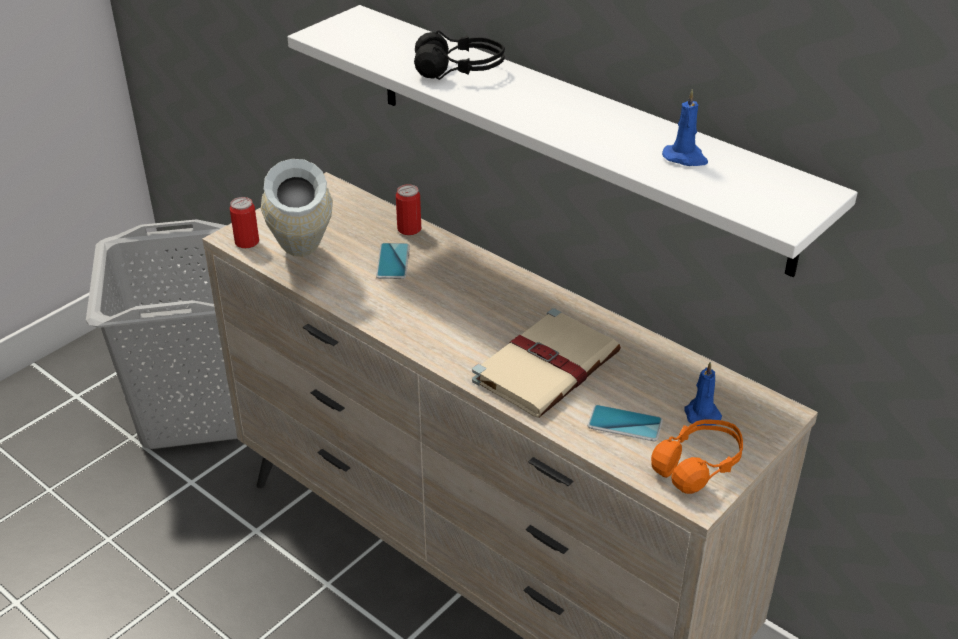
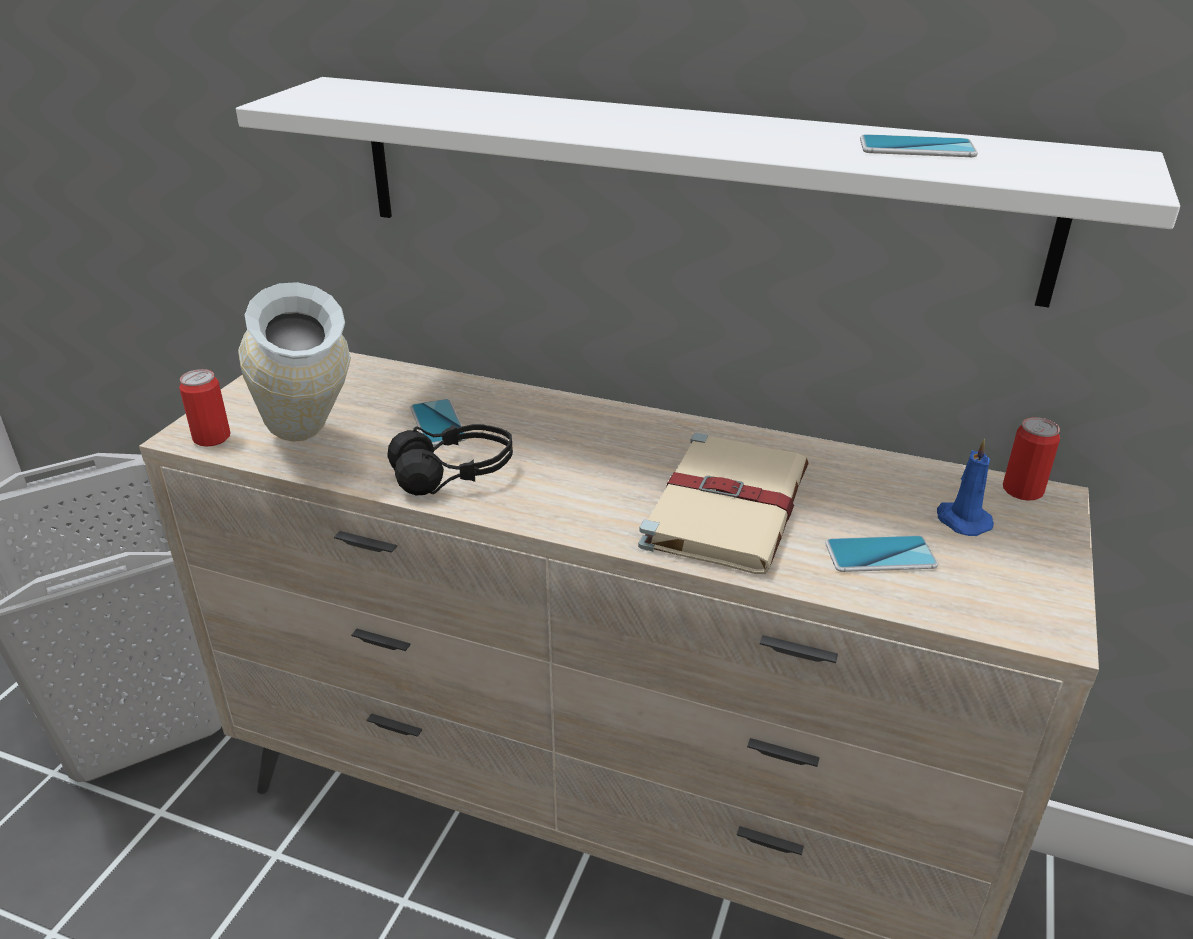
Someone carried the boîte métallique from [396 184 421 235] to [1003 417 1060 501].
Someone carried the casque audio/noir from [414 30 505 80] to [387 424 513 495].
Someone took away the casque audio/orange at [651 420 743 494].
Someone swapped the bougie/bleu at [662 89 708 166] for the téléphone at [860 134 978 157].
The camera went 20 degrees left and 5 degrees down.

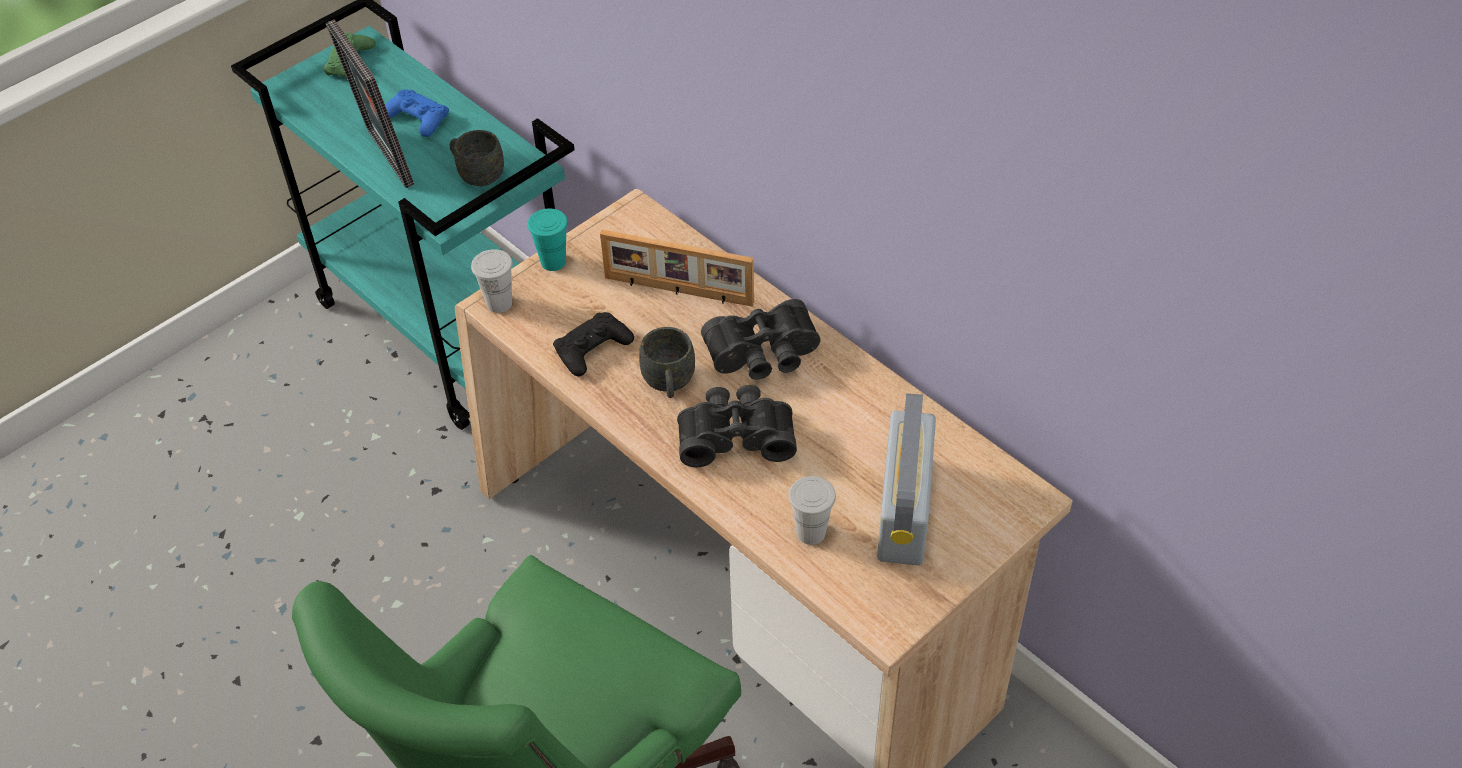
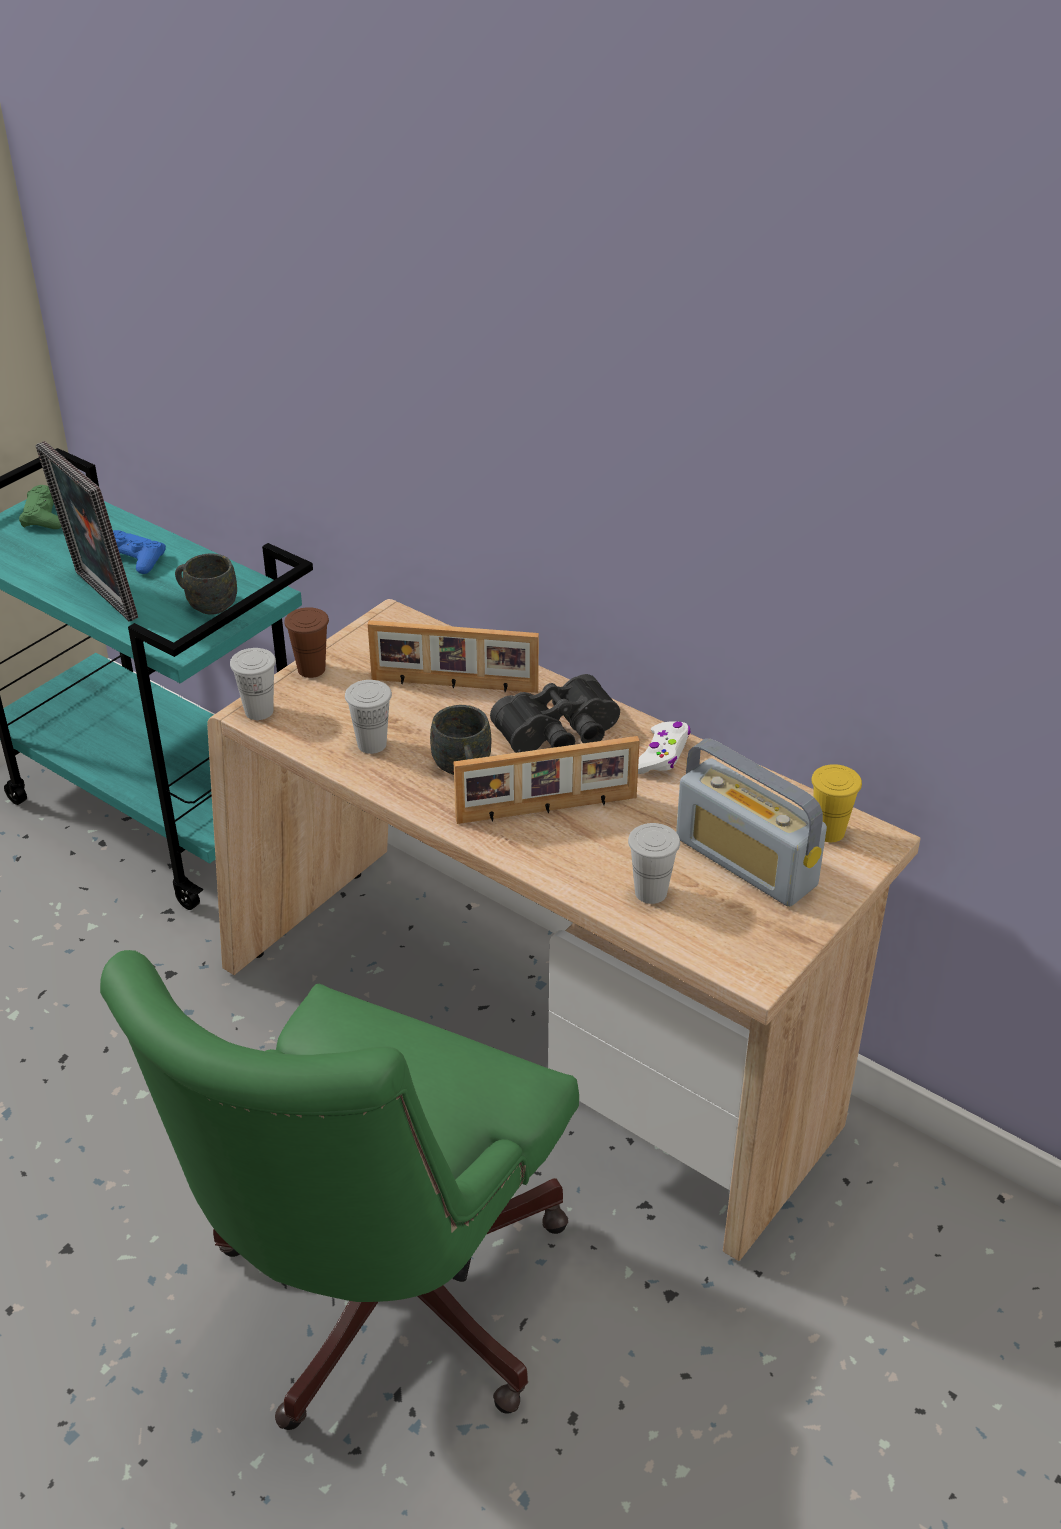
Someone repainted the tasse/turquoise at [527 208 568 271], which became the tasse/marron at [284 607 329 678].
Someone swapped the manette/noir at [553 312 634 377] for the tasse/blanc at [345 680 392 754].
Someone swapped the jumelles/noir at [677 385 797 467] for the cadre photo at [454 736 640 824].
Someone rotated the radio at [877 393 936 565] by 45 degrees counterclockwise.
Someone put down the manette/blanc at [638 721 690 774].
Someone put down the tasse/jaune at [811 764 862 842].
The camera went 10 degrees left and 10 degrees down.

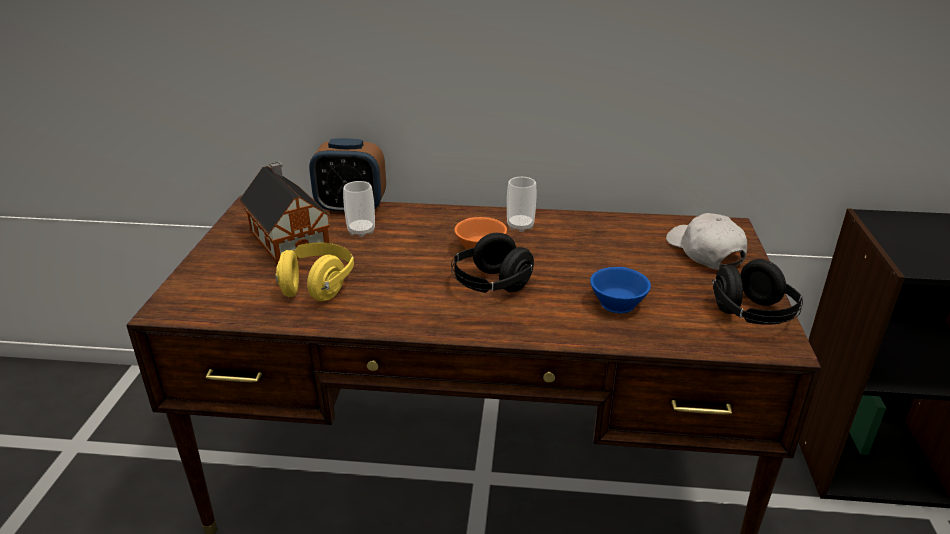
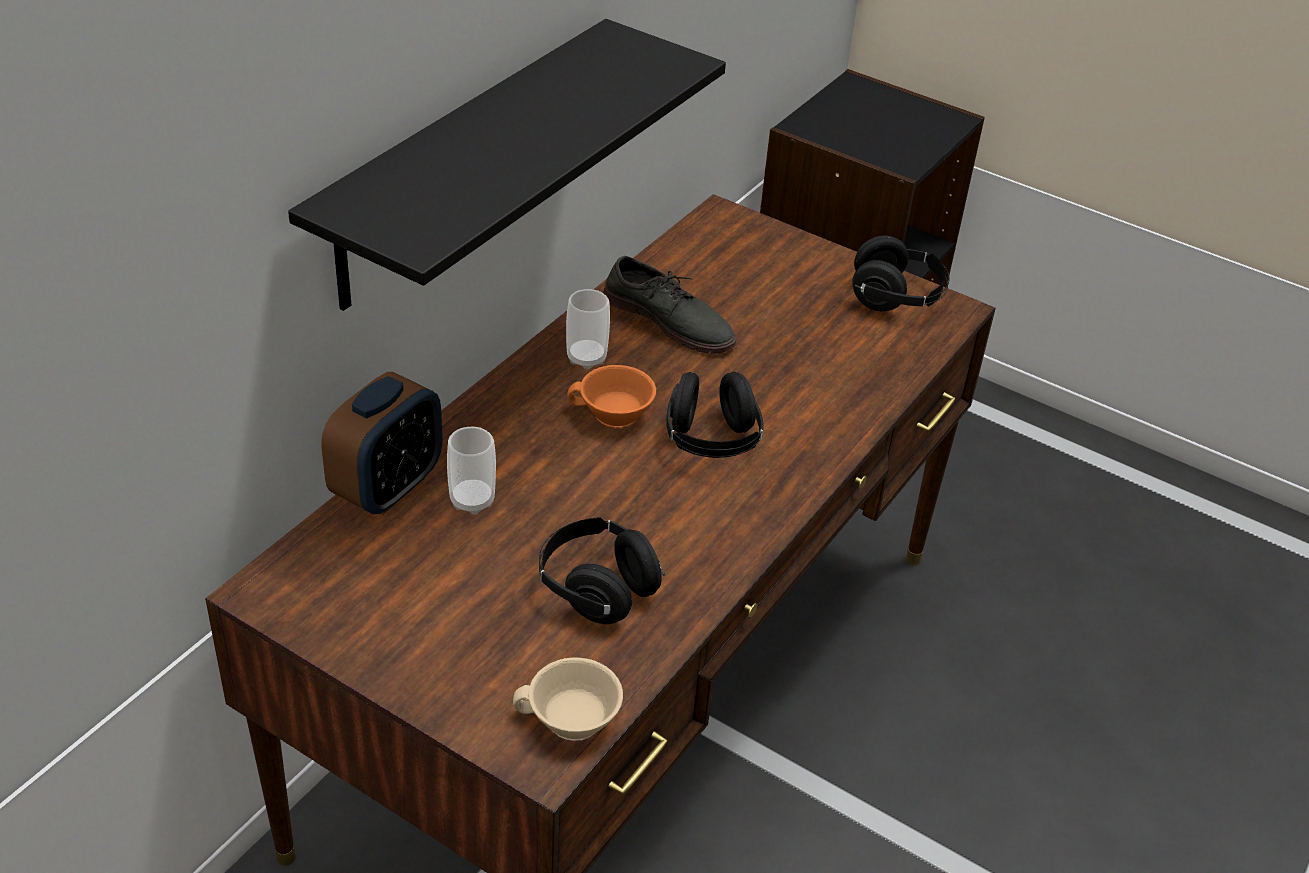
Someone took away the maison miniature at [239 161 332 265].
Someone repainted the casque audio/jaune at [275 243 354 301], which became the casque audio/noir at [539 517 665 624].
Someone took away the tasse/bleu at [590 267 651 313].
Someone took away the casquette/blanc at [666 213 747 270].
Someone put up the étagère/noir at [288 19 726 311].
Someone put down the tasse/beige at [513 658 623 741].
Someone put down the chaussure/gris at [603 256 736 354].
The camera went 65 degrees left and 10 degrees up.

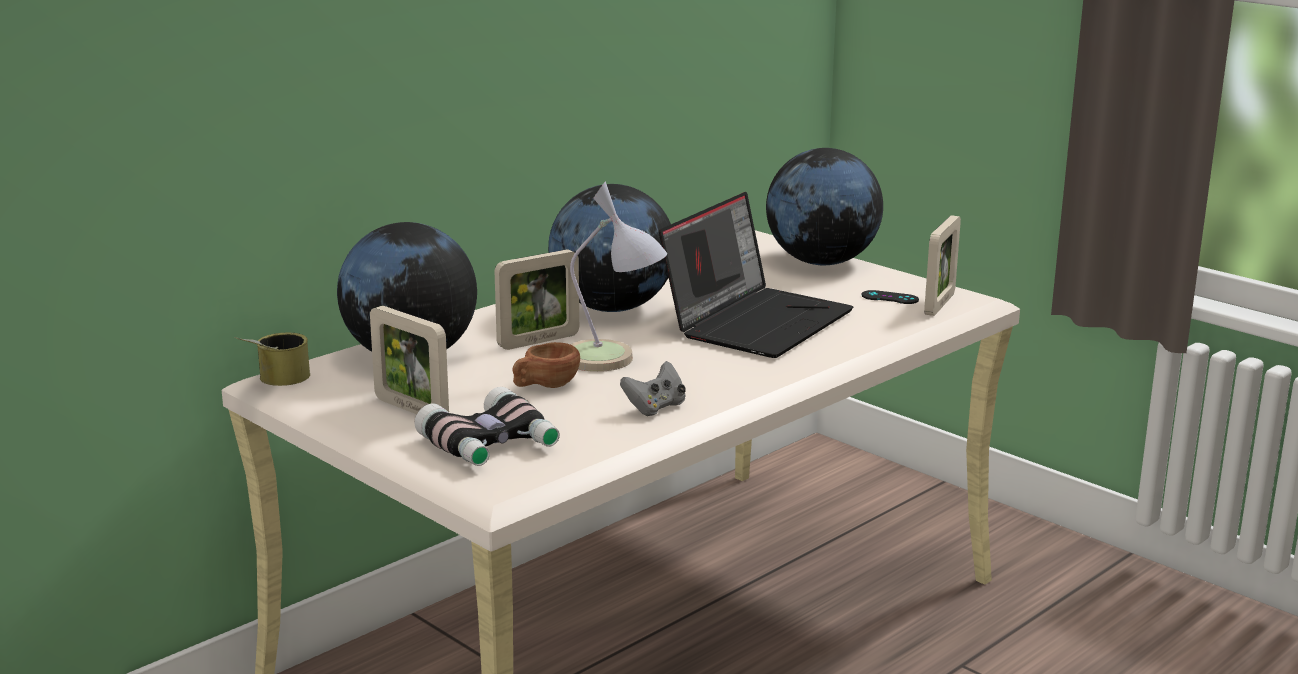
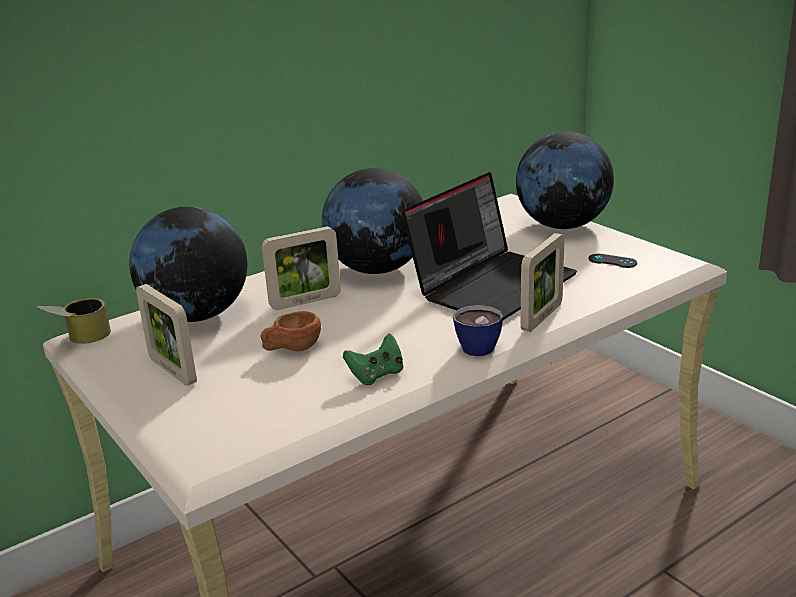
Someone took away the jumelles at [414 387 560 466].
Someone took away the lampe de table at [570 181 667 372].
Someone repainted the manette/gris at [620 361 686 416], which became the manette/vert at [343 333 403 385].
Someone carried the cadre photo from [924 215 961 316] to [521 233 565 332].
Someone put down the tasse at [453 305 503 356].
The camera went 10 degrees right and 5 degrees up.

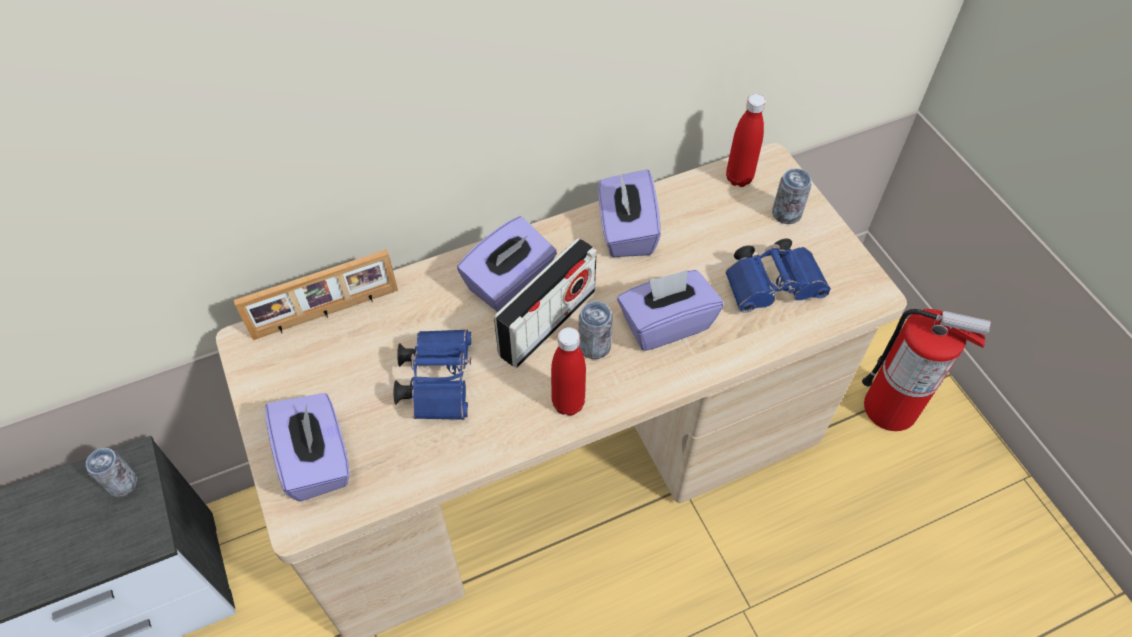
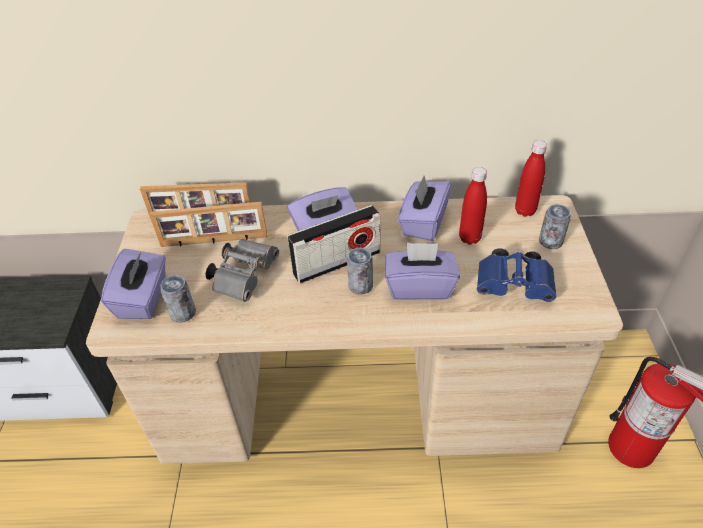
Someone carried the boîte métallique from [86 448 138 497] to [160 275 196 323].
Someone repainted the jumelles/bleu at [394 329 472 420], which became the jumelles/gris at [206 239 279 302].
Someone carried the bouteille/rouge from [551 327 586 416] to [459 167 487 245].
Someone put down the cadre photo at [149 202 267 247].
The camera went 25 degrees right and 10 degrees down.

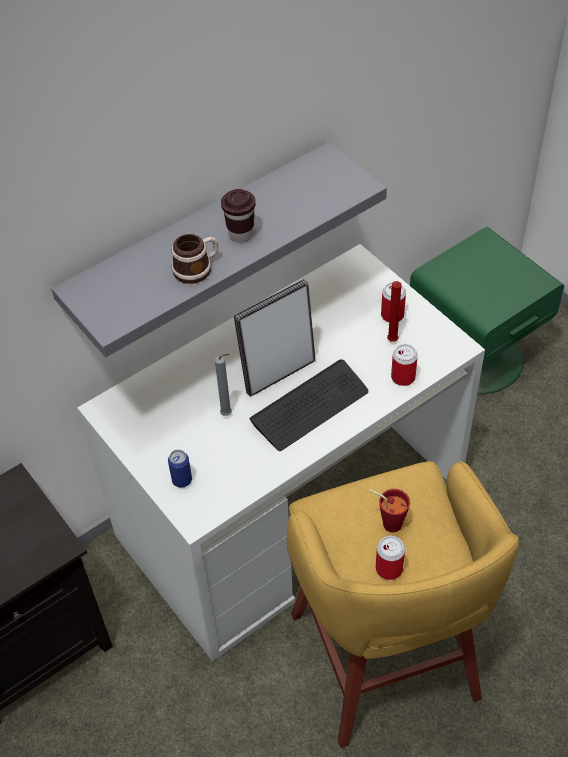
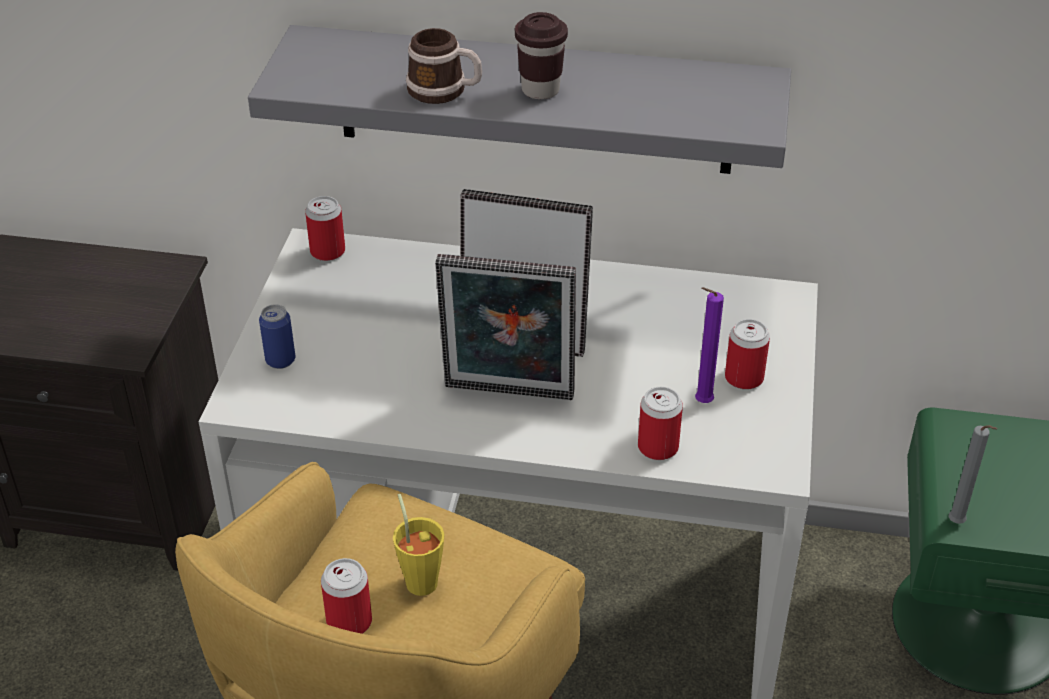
Someone carried the bougie/gris from [215 354 232 416] to [948 425 997 524].
Someone swapped the clavier at [249 359 369 451] for the cadre photo at [435 254 576 400].
Someone repainted the tasse/rouge at [369 489 410 533], which became the tasse/jaune at [393 494 445 596].
Someone repainted the bougie/rouge at [387 281 402 342], which became the bougie/violet at [695 287 724 403].
Someone put down the boîte métallique at [305 196 345 261].
The camera went 45 degrees right and 10 degrees down.

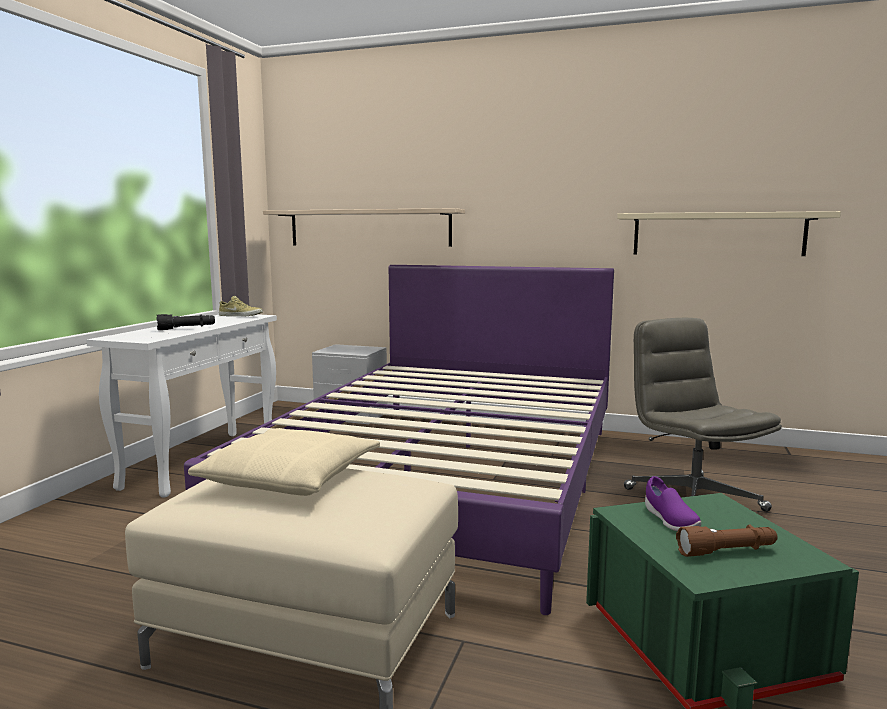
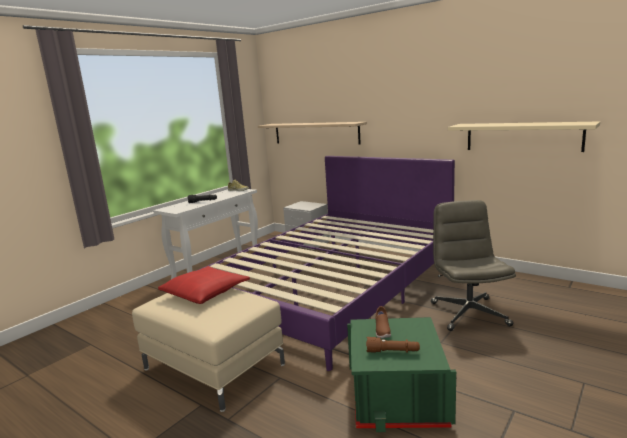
Someone repainted the coussin/beige at [188 428 380 496], which became the coussin/rouge at [158 266 250 304].
Someone repainted the chaussure/violet at [645 476 701 531], which became the chaussure/marron at [375 306 391 338].
The camera went 20 degrees right and 5 degrees up.

